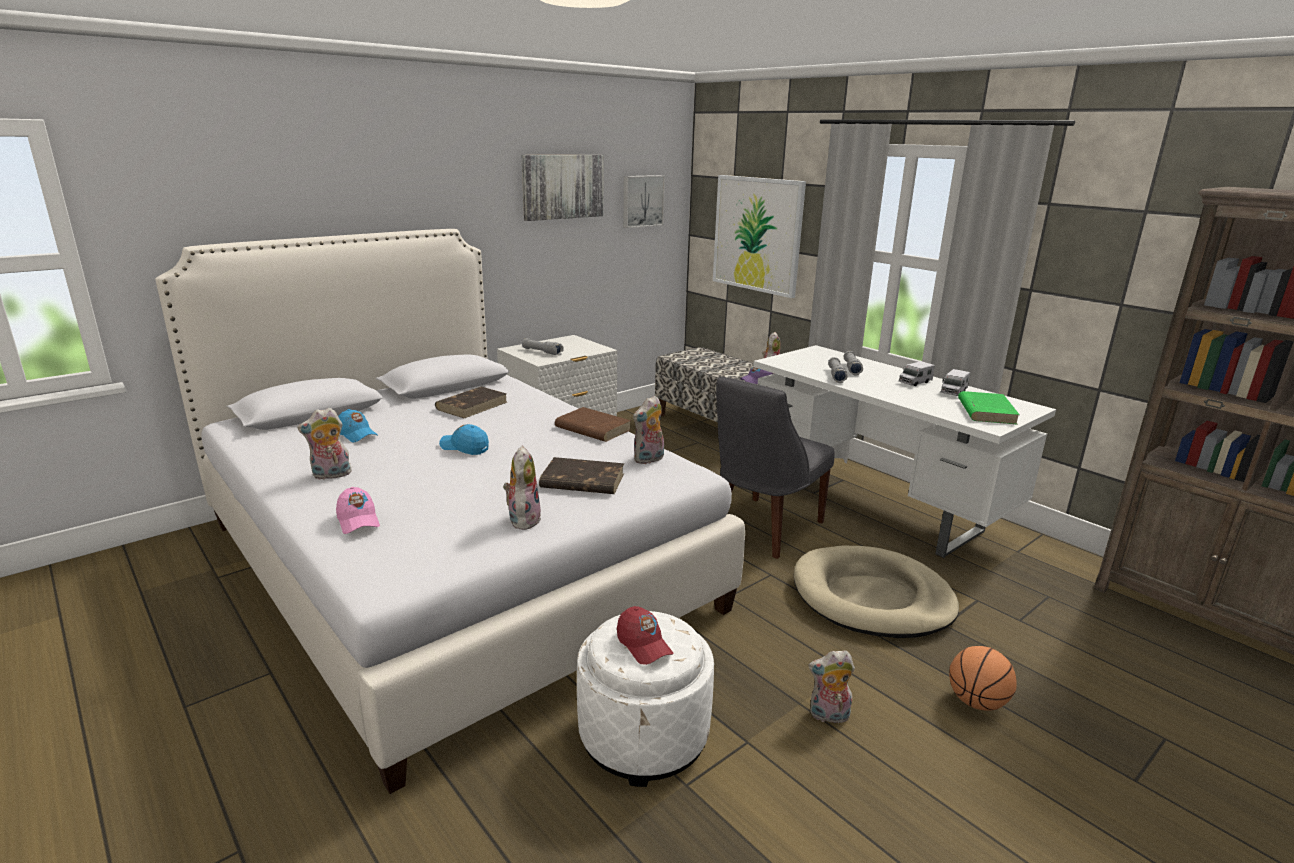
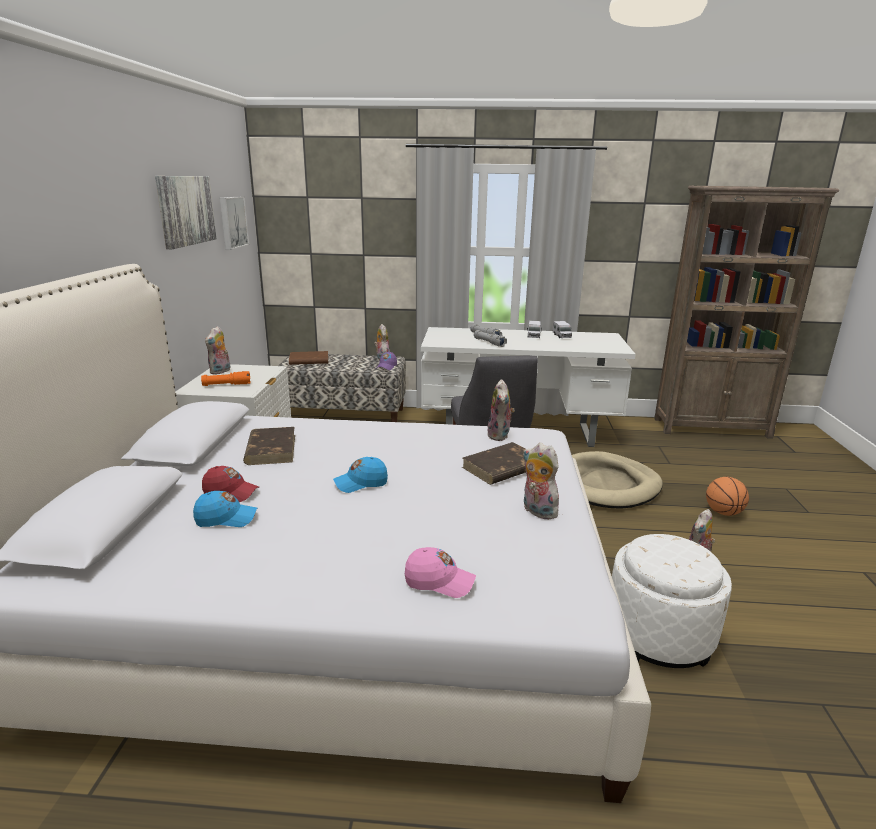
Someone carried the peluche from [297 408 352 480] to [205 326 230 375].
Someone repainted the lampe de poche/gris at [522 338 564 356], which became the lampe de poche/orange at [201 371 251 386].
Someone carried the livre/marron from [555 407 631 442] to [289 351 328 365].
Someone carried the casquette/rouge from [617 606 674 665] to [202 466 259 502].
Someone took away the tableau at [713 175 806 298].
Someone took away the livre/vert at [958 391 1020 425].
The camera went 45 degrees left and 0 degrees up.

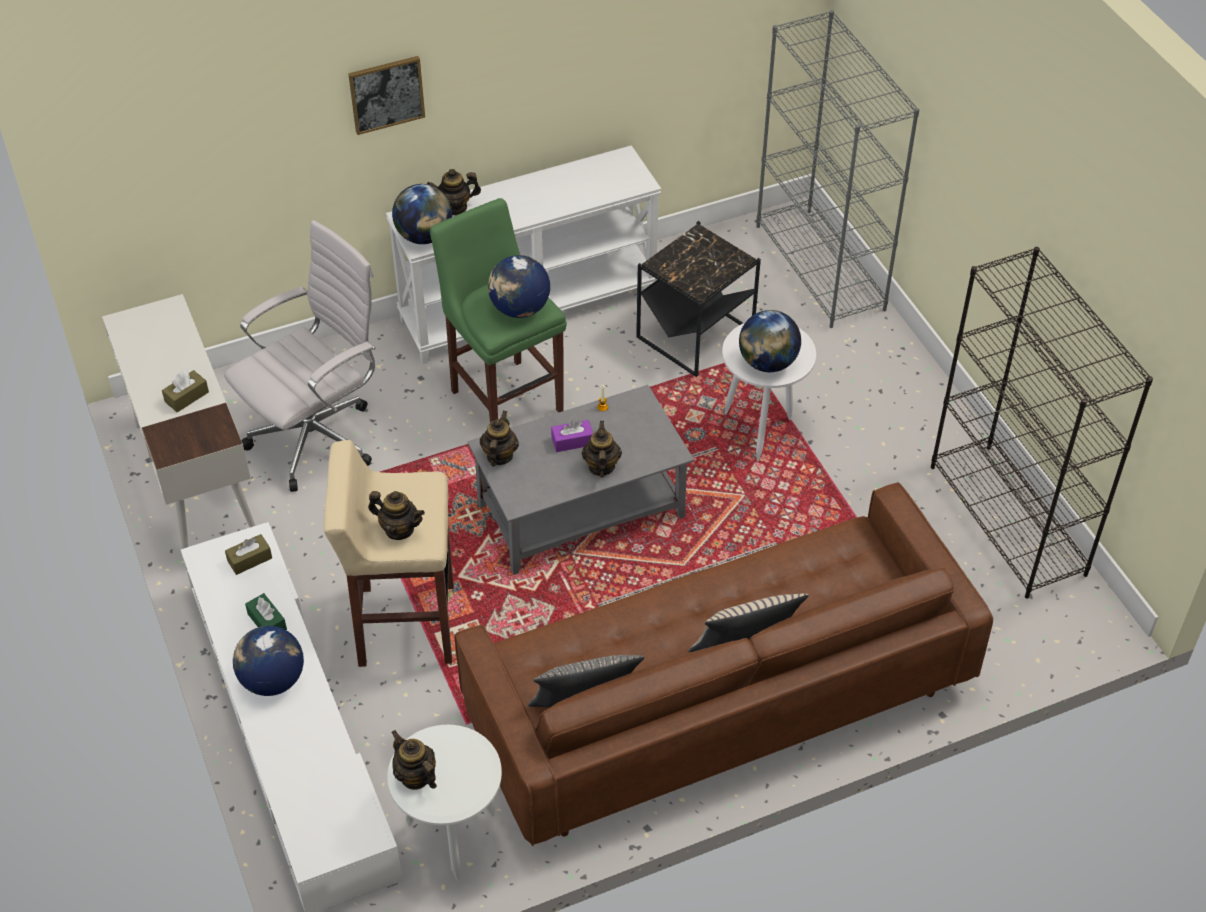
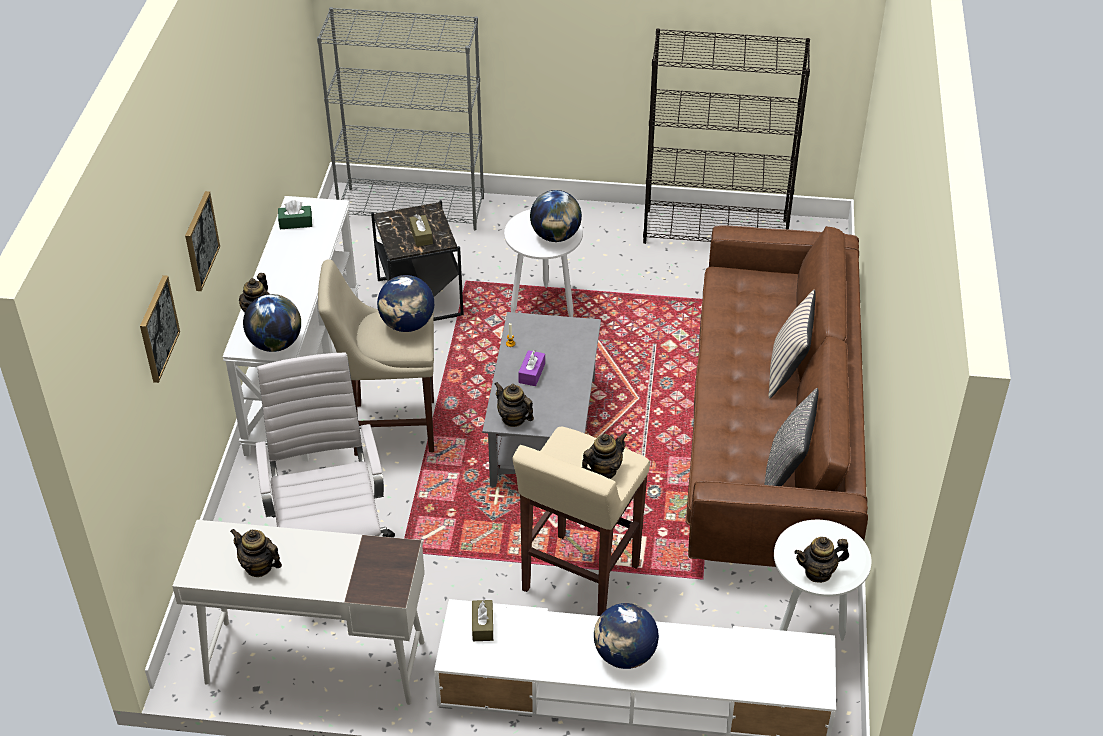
Someone carried the boîte à mouchoirs/marron from [162 370 209 412] to [410 214 433 247].
Someone carried the boîte à mouchoirs/vert from [245 593 287 630] to [278 200 312 229].
Someone repainted the tabouret/vert at [430 198 567 423], which became the tabouret/beige at [318 259 434 456].
Someone carried the théière from [582 421 622 478] to [230 529 282 577].
Someone put up the tableau at [140 275 180 383].
The camera went 60 degrees left and 5 degrees down.

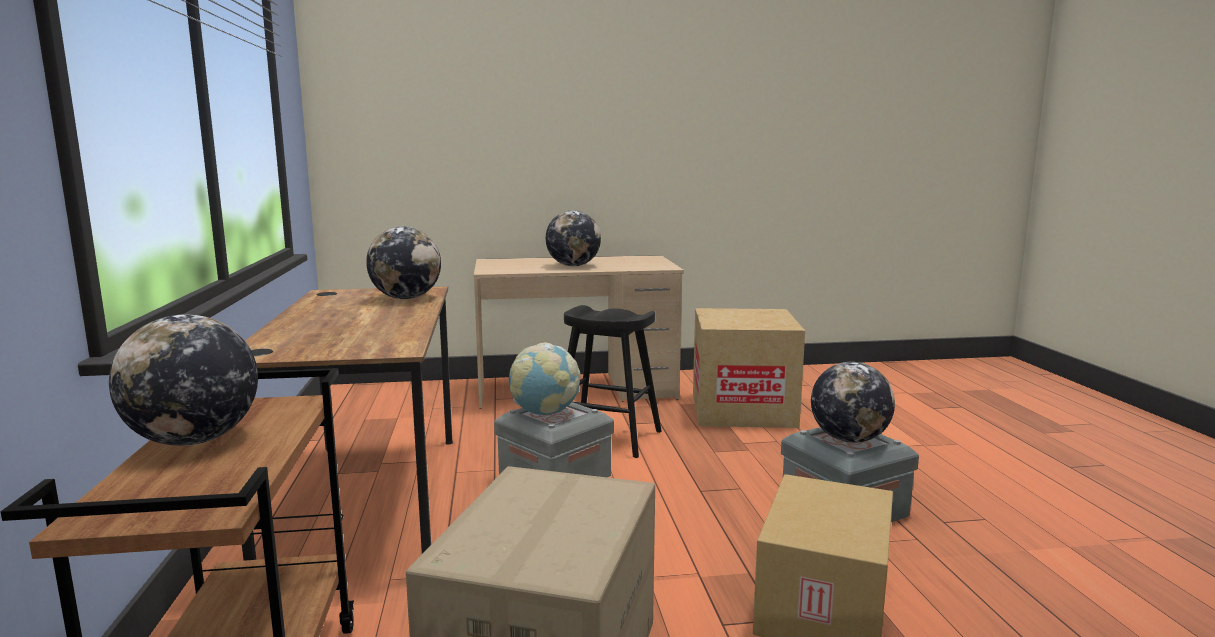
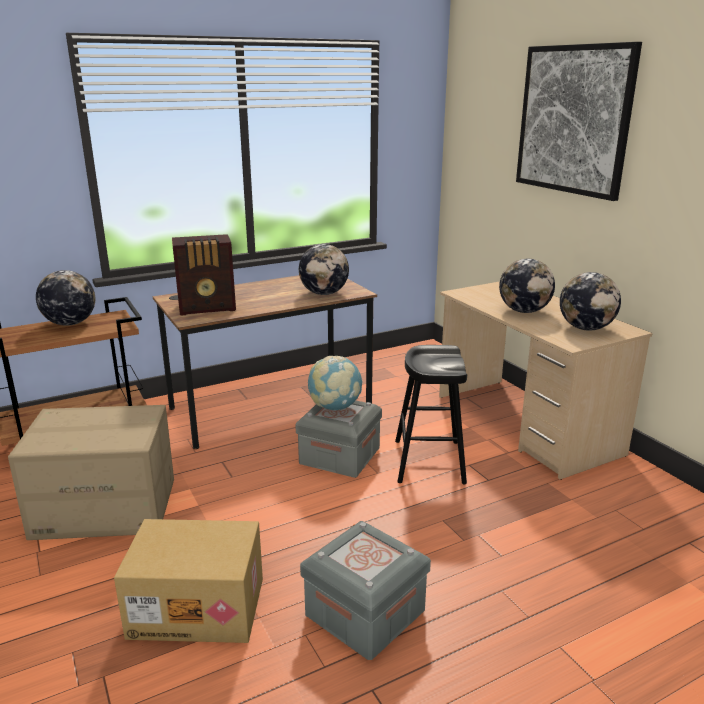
Someone took away the carton at [693 308 805 428].
Someone carried the globe from [811 362 895 443] to [560 272 621 331].
Someone put down the radio at [172 234 236 315].
Someone put up the tableau at [516 42 642 201].
The camera went 70 degrees right and 10 degrees up.

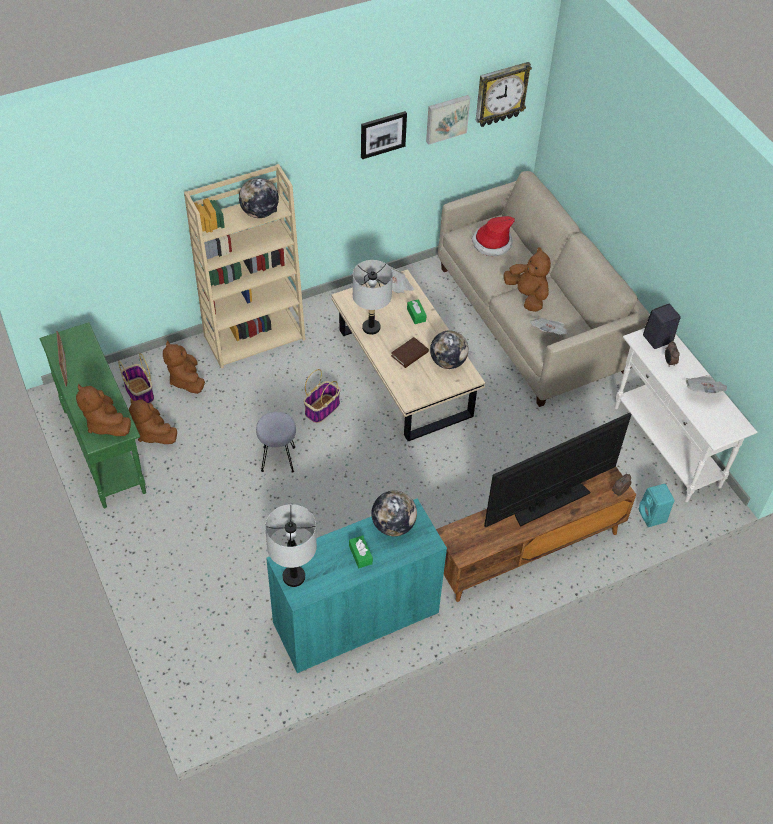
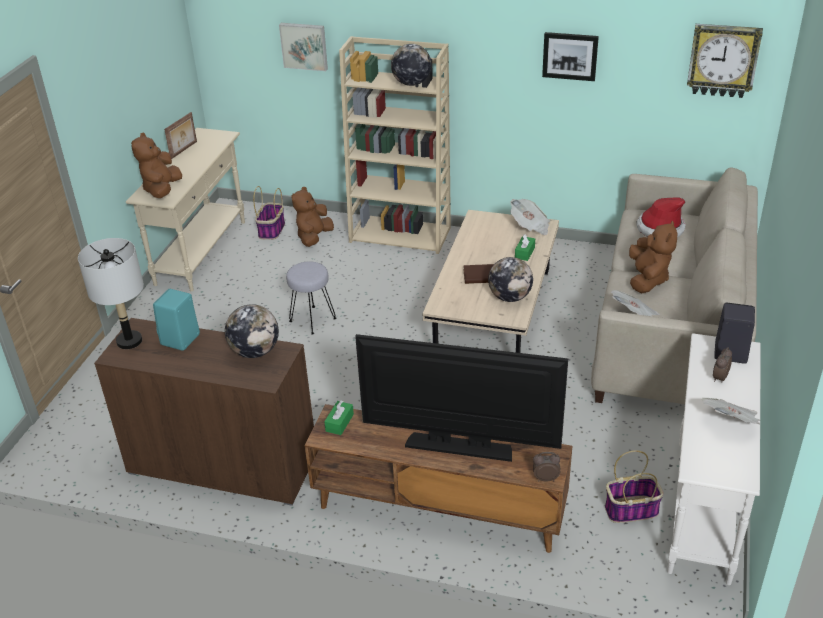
Someone repainted the table console/vert at [40 322 146 508], which became the table console/beige at [126 128 245 292].
Someone took away the peluche/marron at [129 398 177 444].
Someone repainted the meuble de rangement/turquoise at [267 499 447 673], which became the meuble de rangement/marron at [94 318 314 506].
Someone carried the panier from [304 369 341 423] to [605 450 664 523].
Someone carried the boîte à mouchoirs/vert from [349 535 373 568] to [324 401 354 435].
Someone took away the lampe de table/gris at [353 260 393 335].
Someone carried the tableau from [426 95 470 145] to [279 23 328 71].
Someone carried the enceinte/turquoise from [639 484 674 527] to [153 289 200 351].
The camera went 45 degrees right and 15 degrees down.

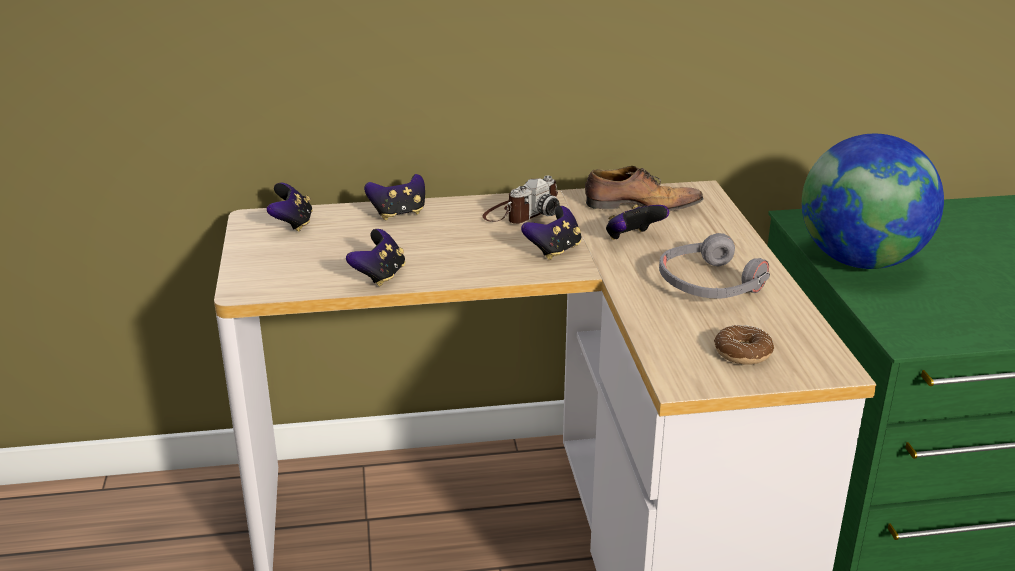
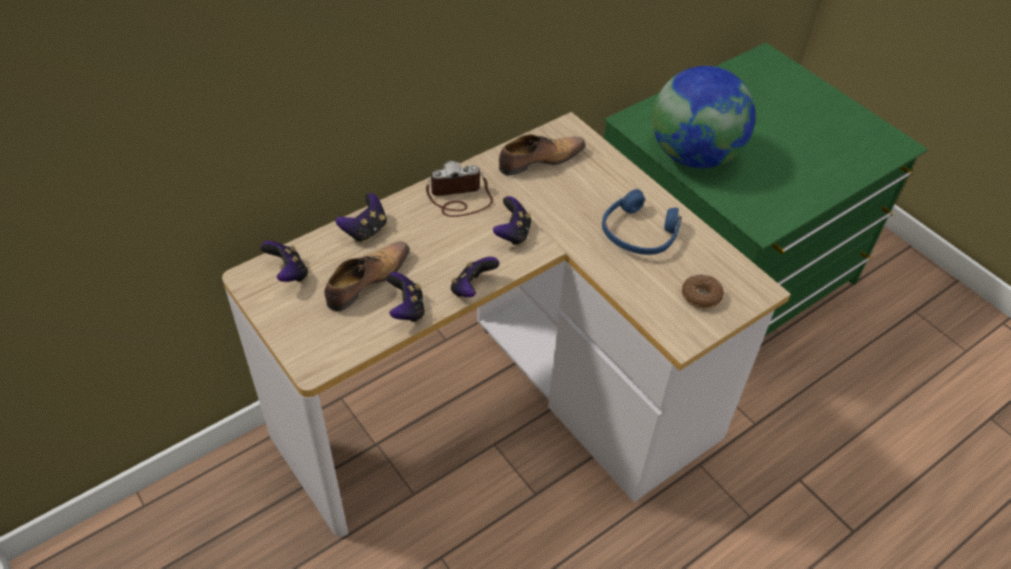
Someone rotated the appareil photo at [482 176 560 224] by 120 degrees counterclockwise.
Someone carried the manette from [606 205 669 240] to [451 257 500 297].
Someone repainted the casque audio/gris at [659 233 770 298], which became the casque audio/bleu at [602 189 681 255].
Someone put down the chaussure at [324 241 410 311].
The camera went 30 degrees left and 20 degrees up.

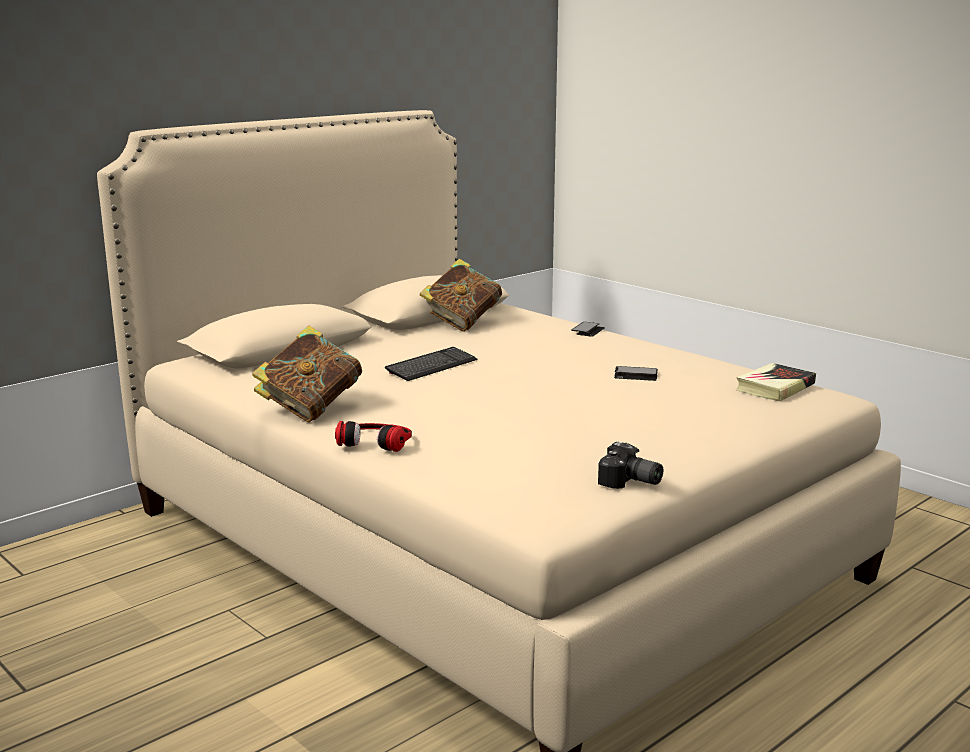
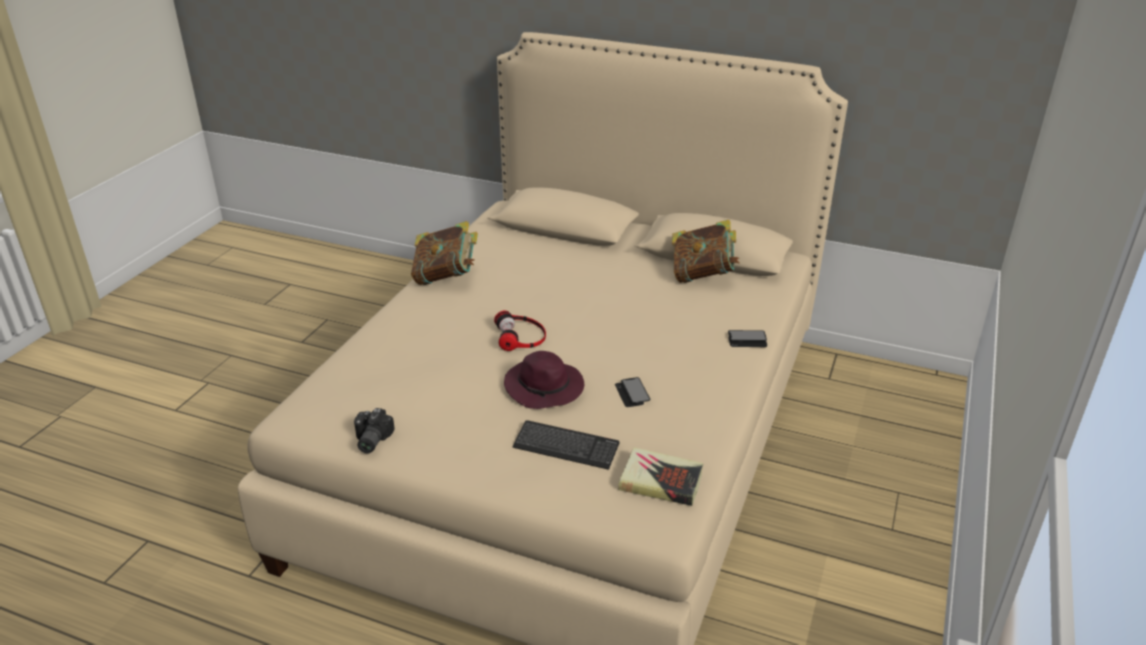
Someone carried the casque audio from [335 421 412 452] to [494 311 546 351].
Someone carried the clavier from [385 347 477 381] to [513 420 619 470].
Someone put down the chapeau/violet at [504 351 584 409].
The camera went 65 degrees right and 15 degrees up.

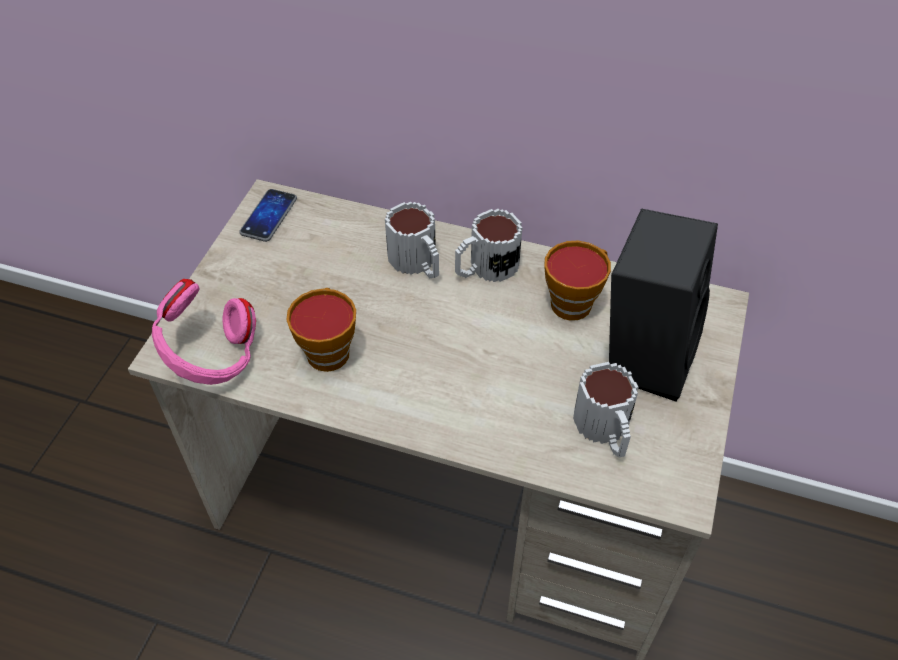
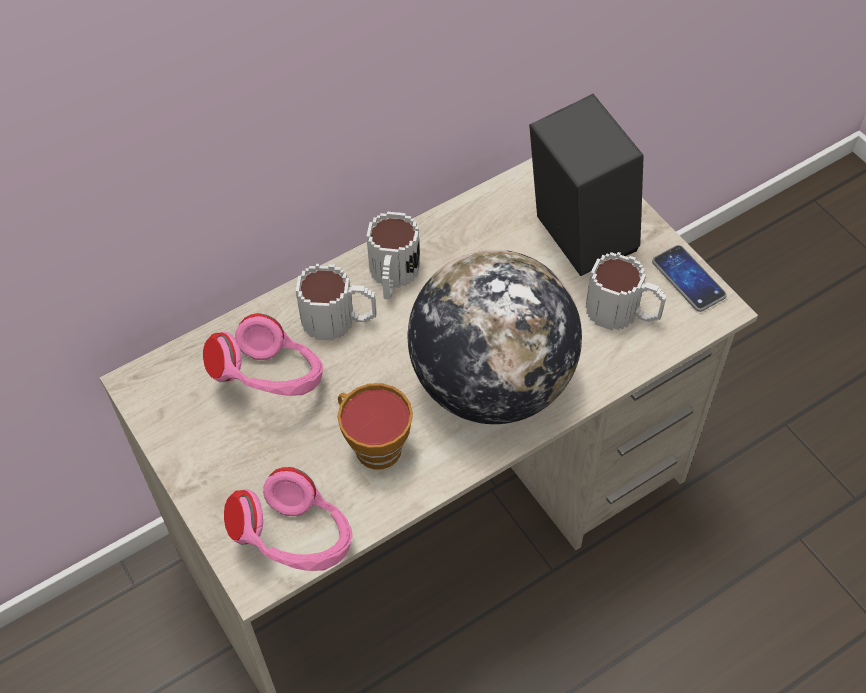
Someone carried the téléphone from [239 189 297 242] to [652 245 727 312].
Someone took away the tasse at [544 241 611 321].
Someone put down the casque audio/rose at [203 313 323 396].
Someone put down the globe at [408 250 582 424].
The camera went 50 degrees left and 5 degrees up.

